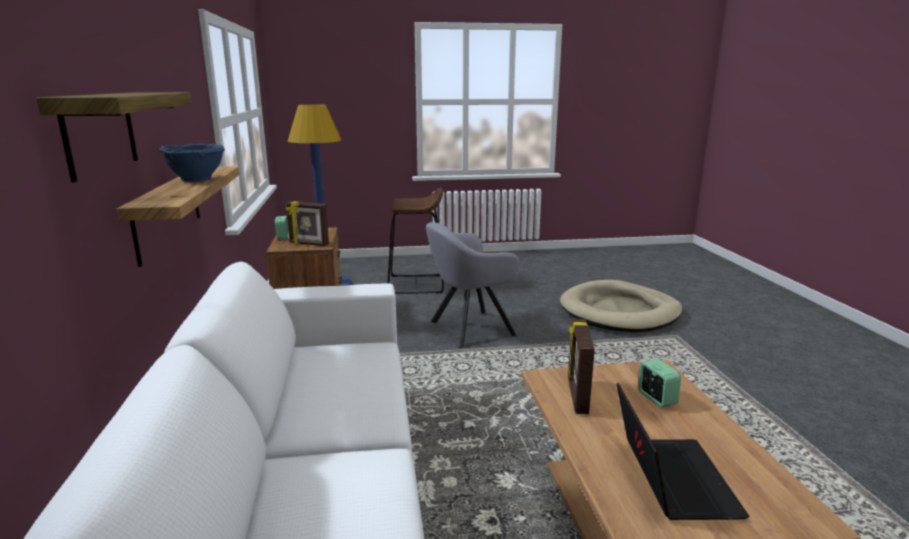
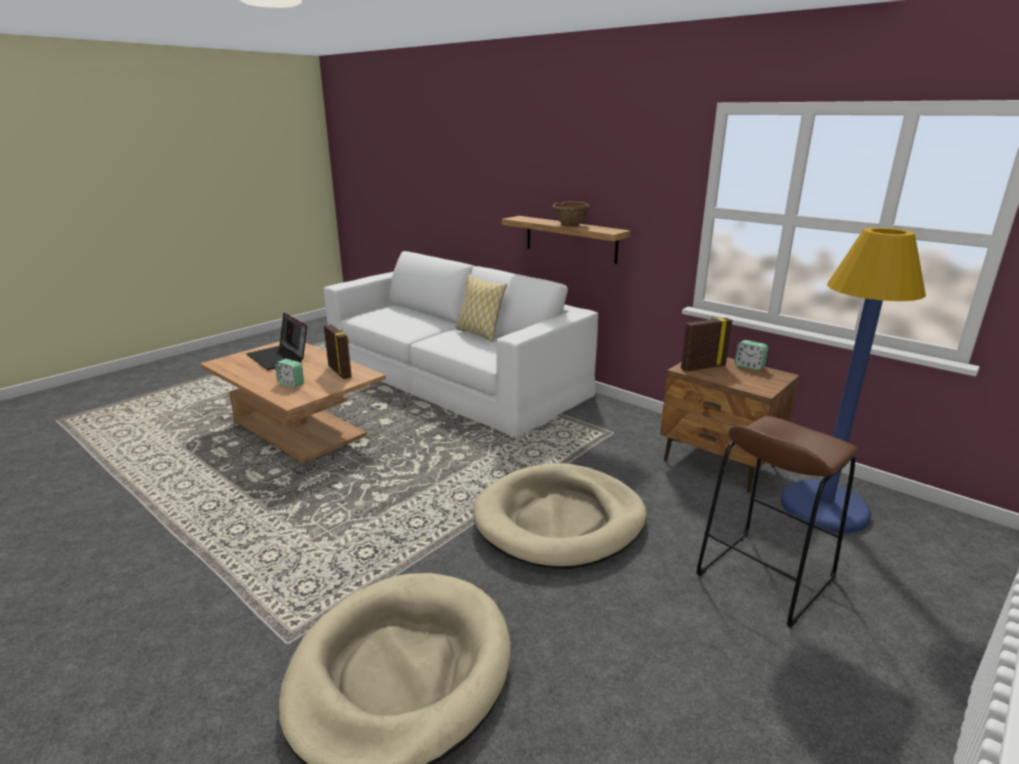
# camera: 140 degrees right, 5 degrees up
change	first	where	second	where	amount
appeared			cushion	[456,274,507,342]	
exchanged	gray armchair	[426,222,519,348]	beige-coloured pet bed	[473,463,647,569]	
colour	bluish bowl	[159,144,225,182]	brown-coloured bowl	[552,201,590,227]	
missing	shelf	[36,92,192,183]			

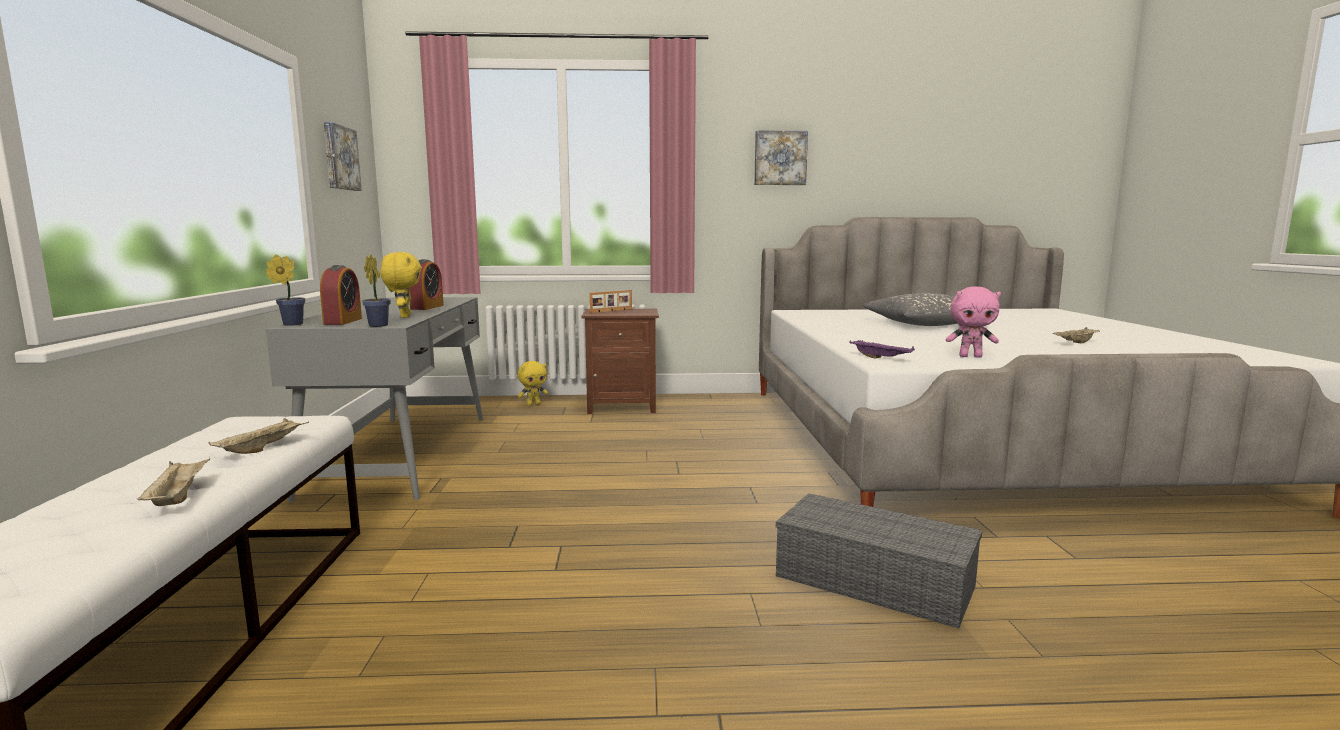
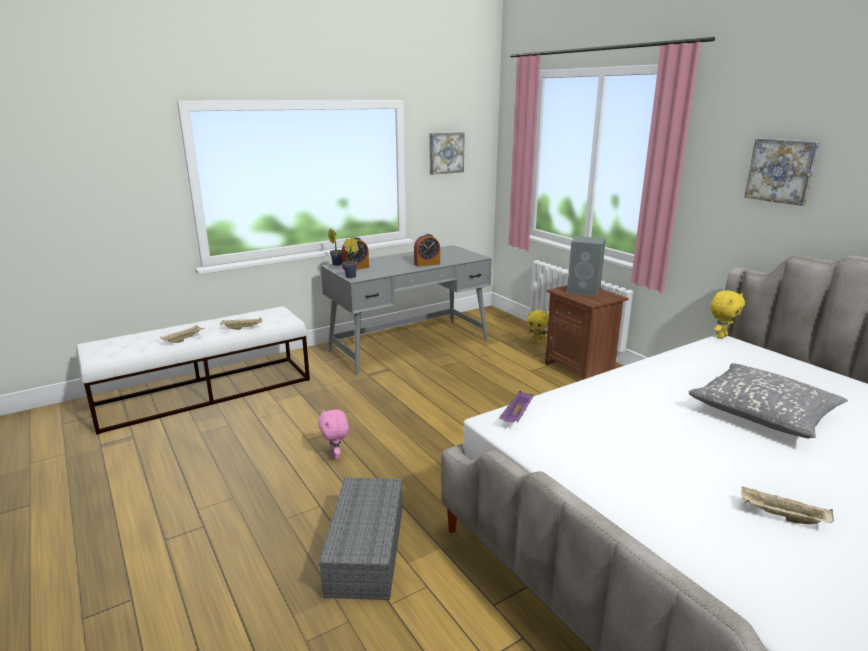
# camera: 60 degrees right, 10 degrees up
change	first	where	second	where	amount
relocated	pink-coloured plush toy	[946,287,1001,358]		[318,409,349,459]	
exchanged	photo frame	[589,290,632,313]	gray speaker	[567,236,606,296]	
relocated	yellow plush toy	[380,252,422,318]		[710,290,745,339]	

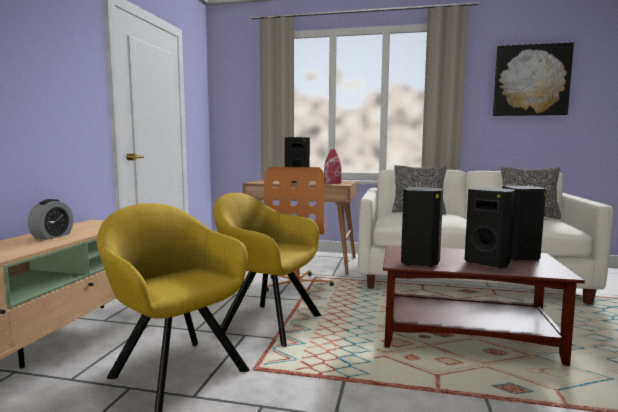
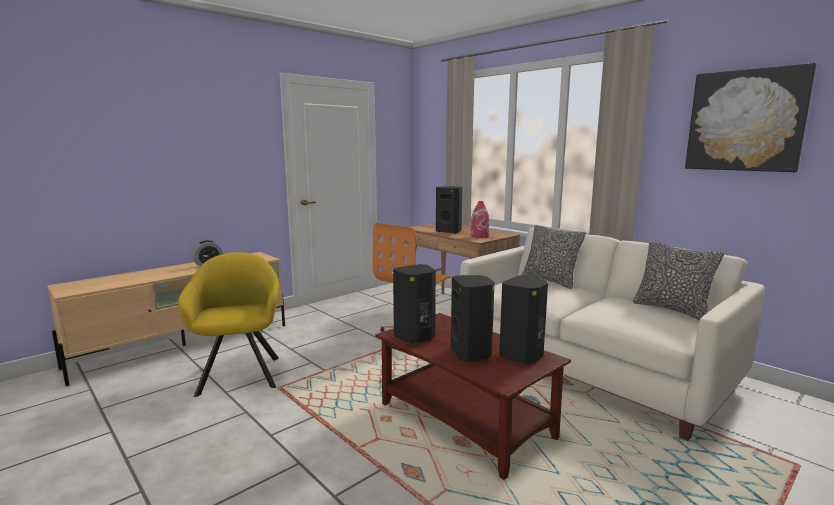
# camera: 35 degrees right, 5 degrees up
change	first	where	second	where	amount
missing	yellow armchair	[213,193,321,347]			

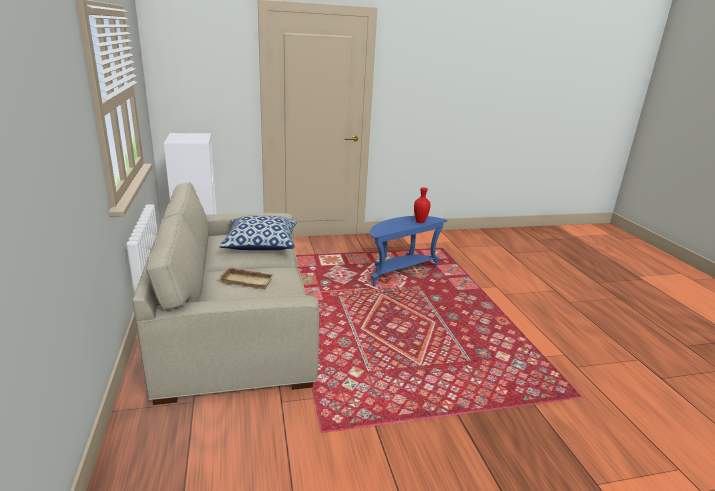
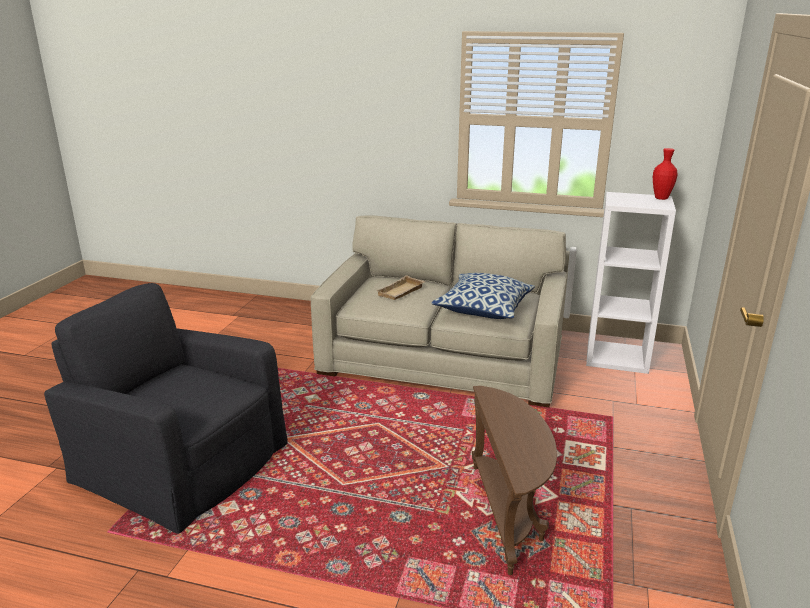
# camera: 120 degrees right, 0 degrees up
change	first	where	second	where	amount
appeared			black-coloured armchair	[44,283,288,534]	
colour	bluish accent table	[370,216,448,286]	brown-coloured accent table	[472,386,557,575]	
relocated	red decorative vase	[414,188,431,223]		[653,148,678,200]	

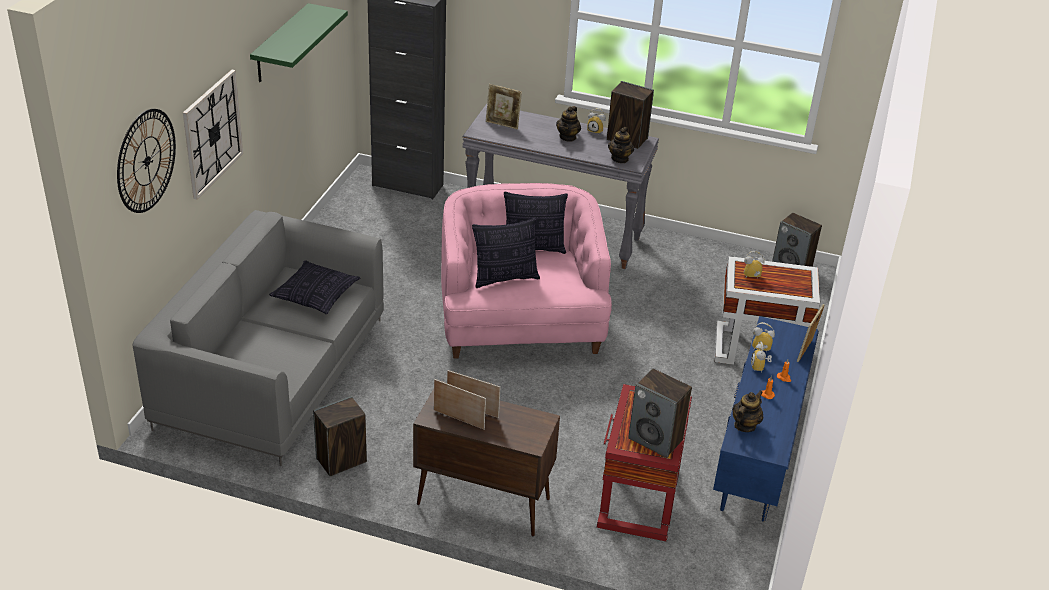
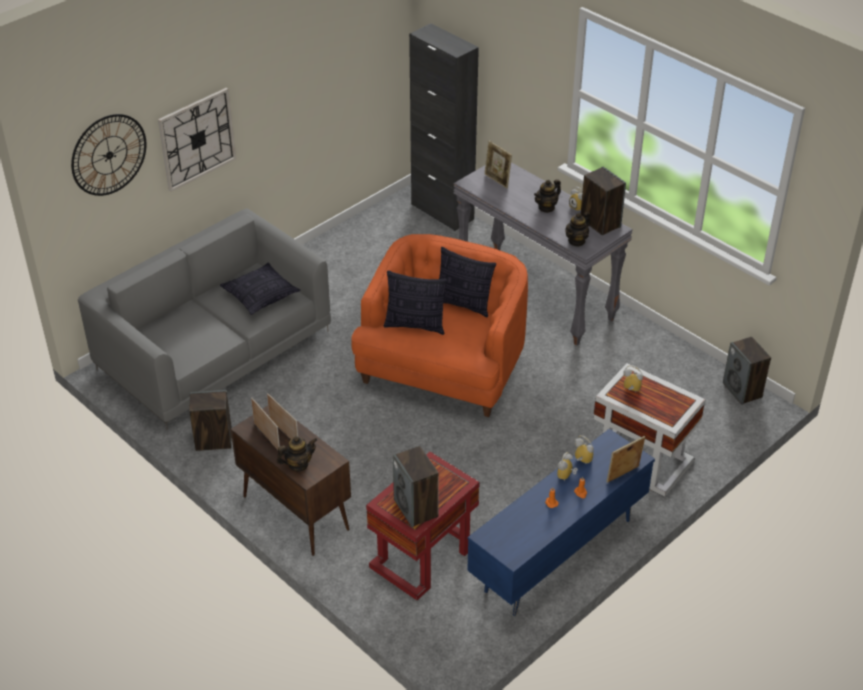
# camera: 30 degrees right, 5 degrees up
change	first	where	second	where	amount
relocated	tea pot	[733,391,763,432]		[277,436,317,471]	
colour	pink-coloured armchair	[441,183,612,358]	orange-coloured armchair	[351,234,528,417]	
missing	green-coloured shelf	[250,3,348,82]			

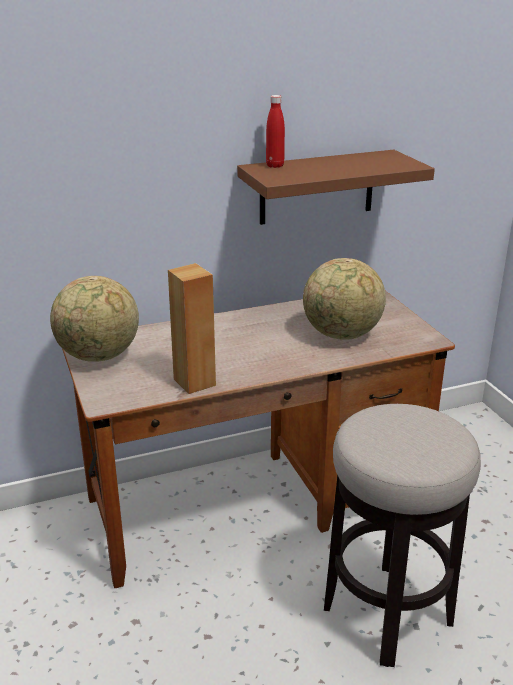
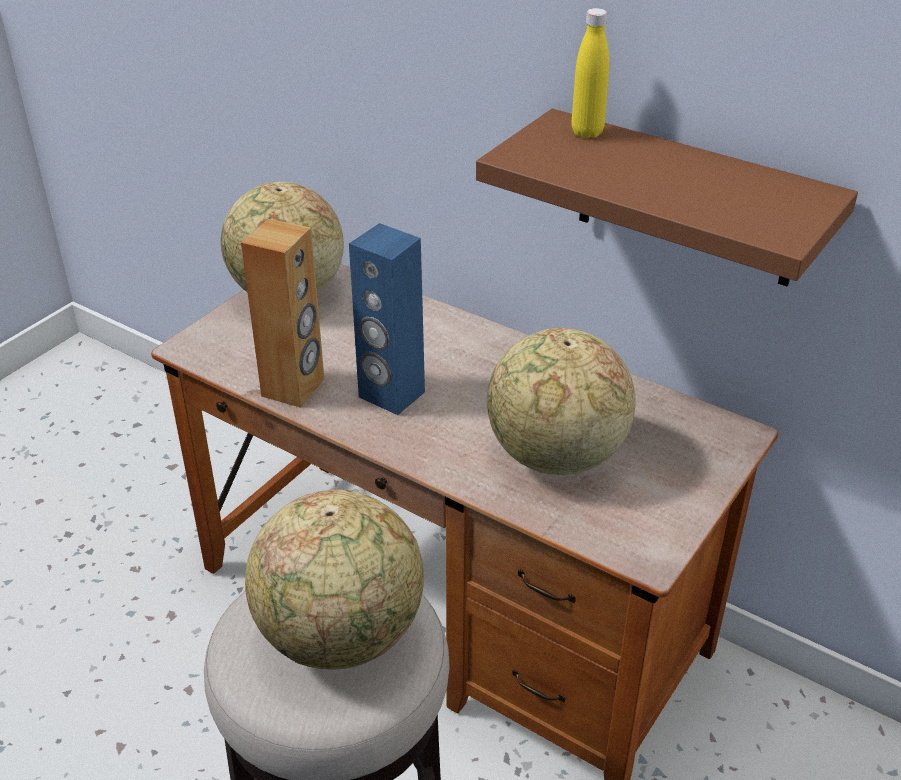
# camera: 55 degrees right, 10 degrees up
change	first	where	second	where	amount
appeared			globe	[245,489,424,670]	
appeared			bluish speaker	[349,223,425,415]	
colour	red bottle	[266,95,285,168]	yellow bottle	[572,8,609,138]	

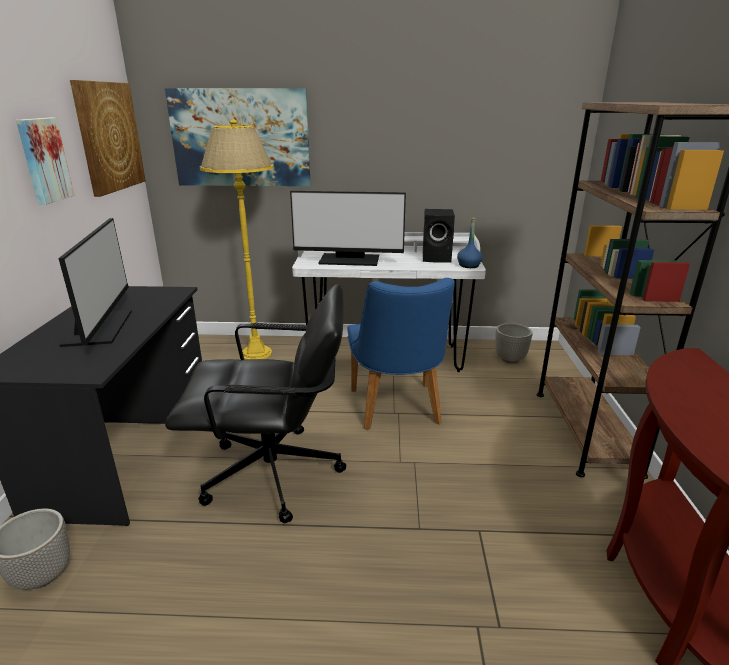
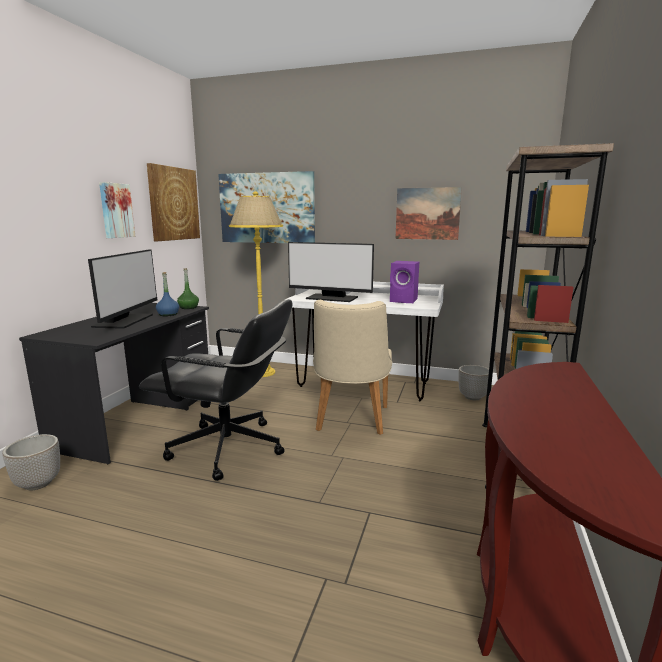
# camera: 15 degrees right, 10 degrees down
change	first	where	second	where	amount
relocated	bluish bottle	[457,218,483,268]		[156,272,179,316]	
appeared			green-coloured bottle	[177,268,199,309]	
colour	bluish plain chair	[347,278,455,430]	beige-coloured plain chair	[313,300,392,435]	
colour	black-coloured speaker	[423,209,455,263]	purple speaker	[390,261,419,303]	
appeared			wall art	[395,187,462,240]	

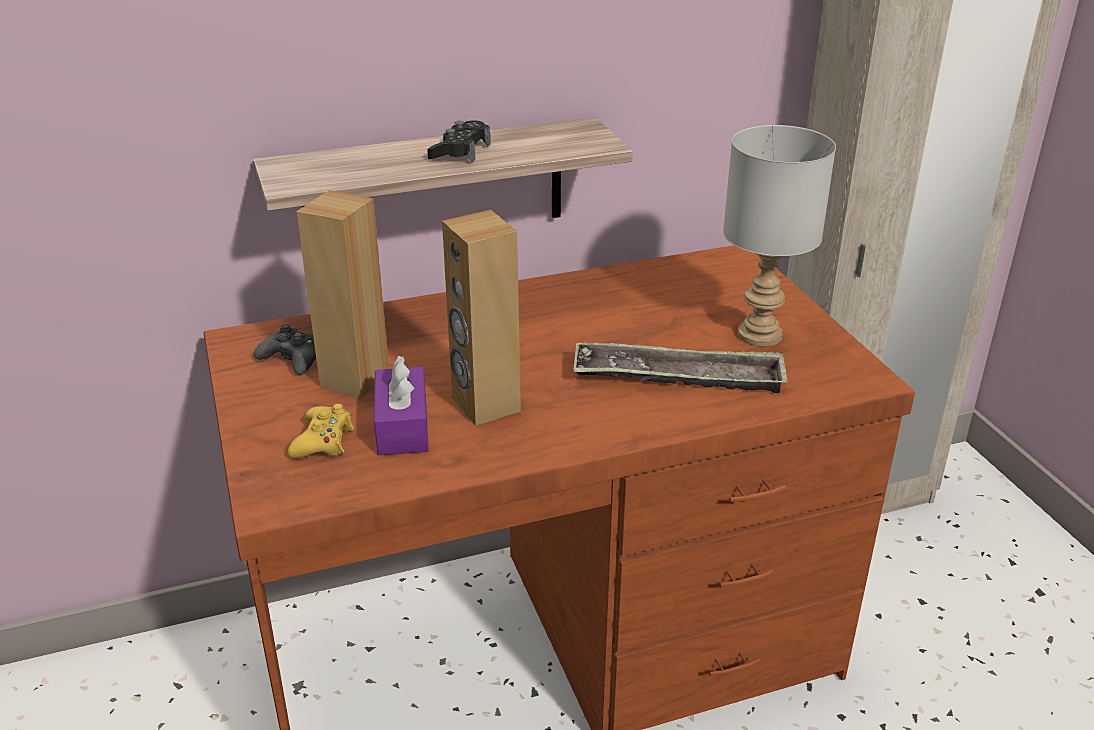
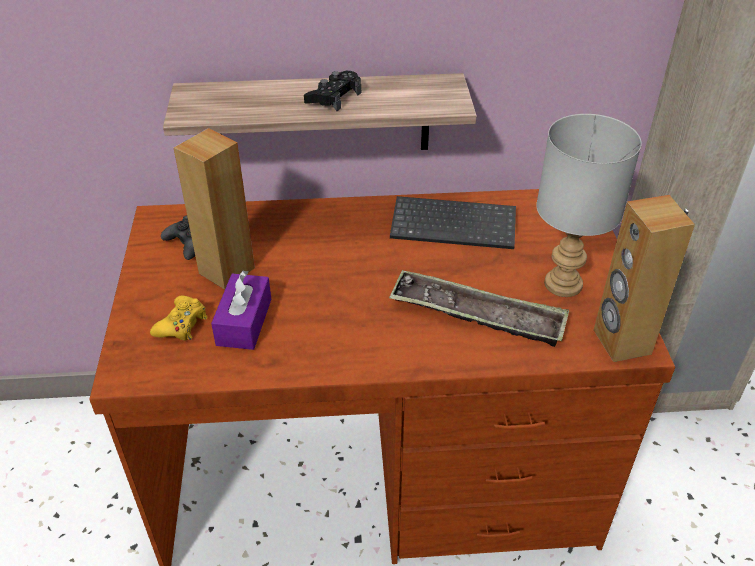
# camera: 15 degrees right, 10 degrees up
change	first	where	second	where	amount
appeared			computer keyboard	[390,196,516,249]	
relocated	brown-coloured speaker	[442,210,521,426]		[594,195,695,362]	

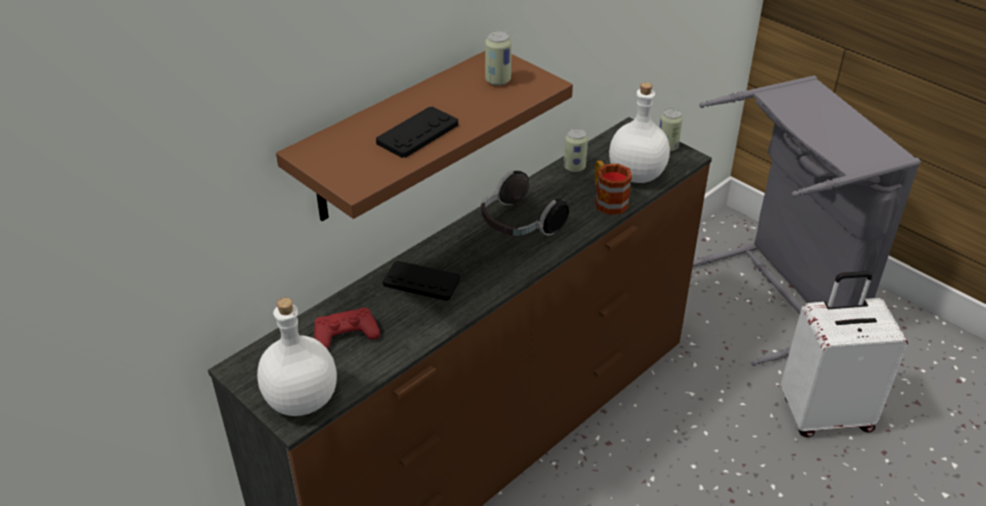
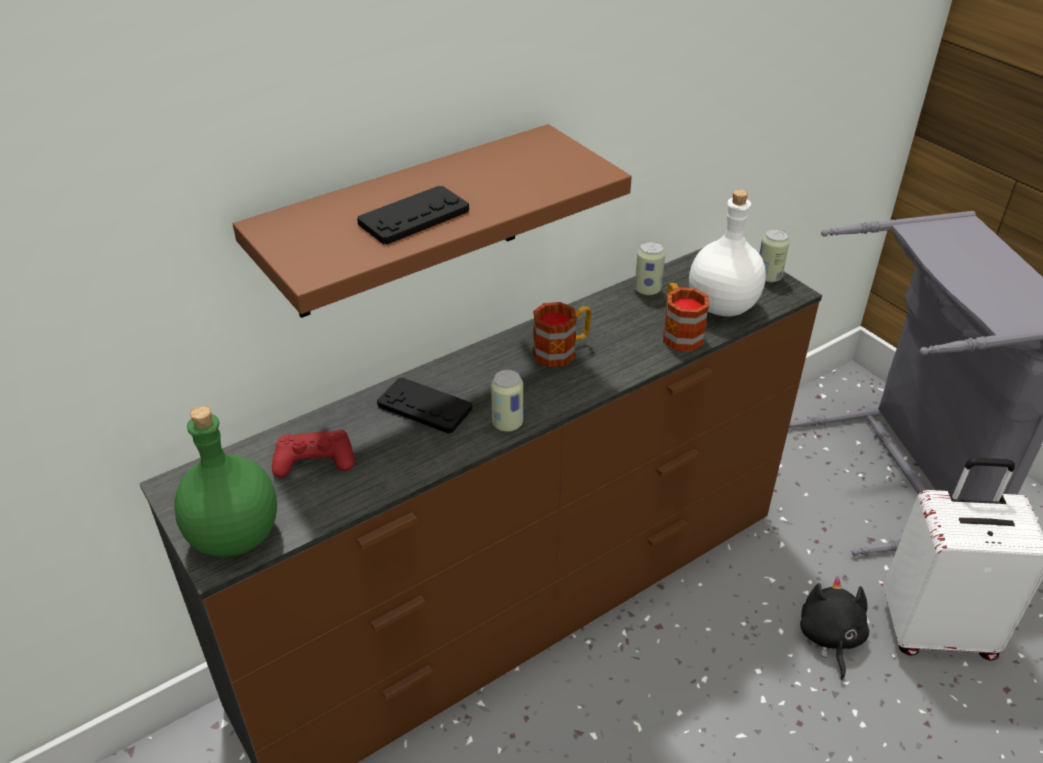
# camera: 10 degrees right, 0 degrees up
change	first	where	second	where	amount
colour	whitish bottle	[257,298,337,416]	green-coloured bottle	[174,406,277,557]	
relocated	metal can	[485,31,512,86]		[491,370,523,432]	
exchanged	headset	[481,171,569,236]	mug	[533,302,591,367]	
appeared			black-coloured plush toy	[800,576,869,681]	

